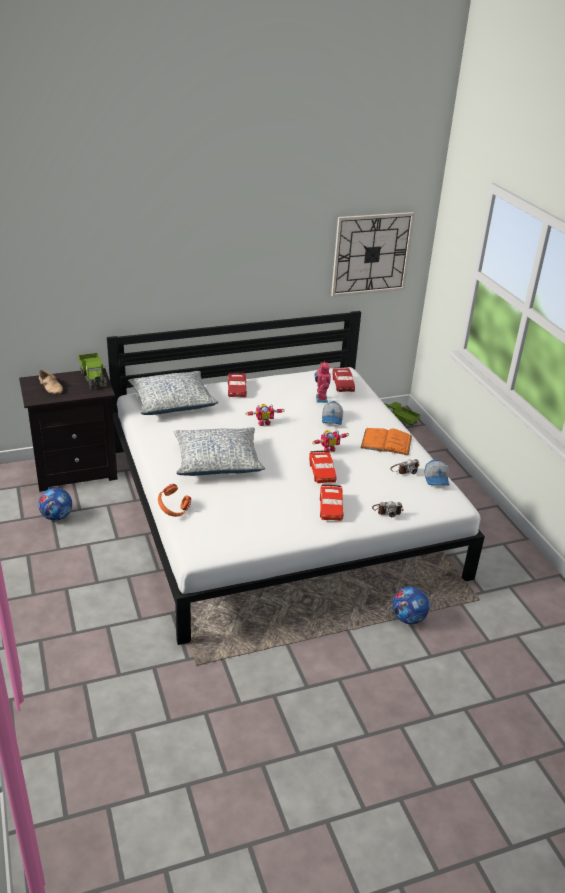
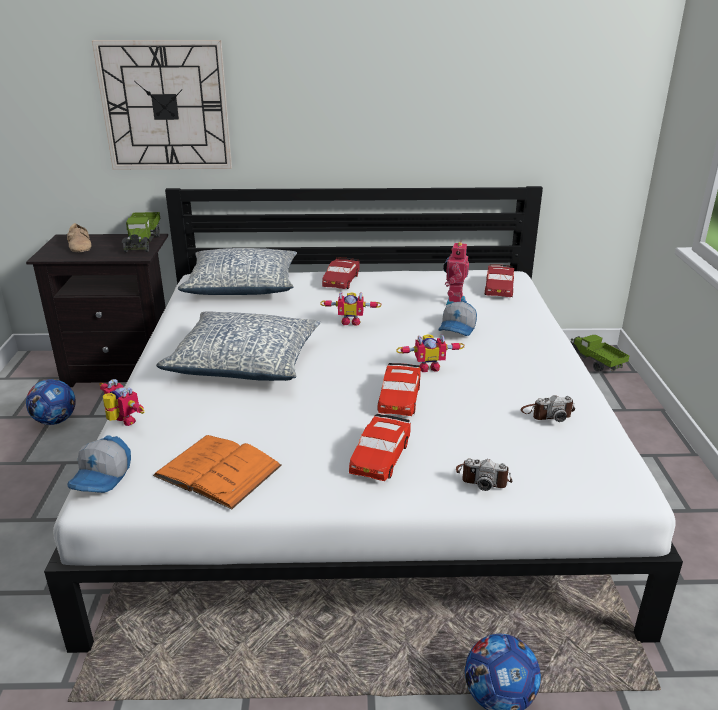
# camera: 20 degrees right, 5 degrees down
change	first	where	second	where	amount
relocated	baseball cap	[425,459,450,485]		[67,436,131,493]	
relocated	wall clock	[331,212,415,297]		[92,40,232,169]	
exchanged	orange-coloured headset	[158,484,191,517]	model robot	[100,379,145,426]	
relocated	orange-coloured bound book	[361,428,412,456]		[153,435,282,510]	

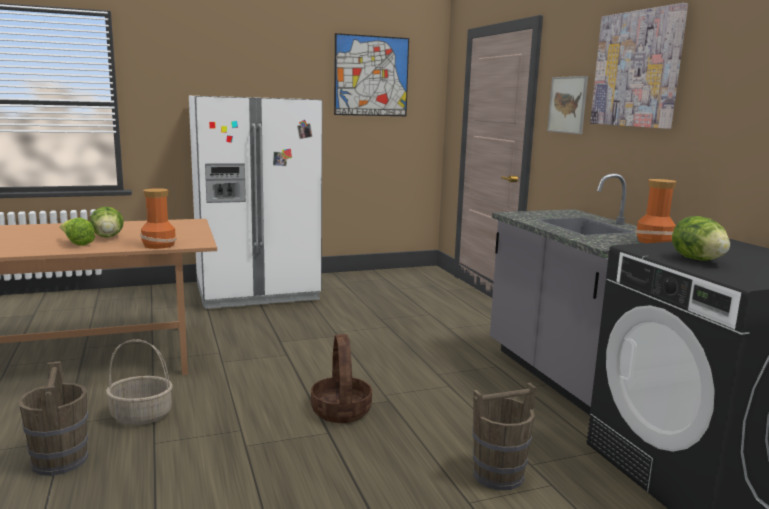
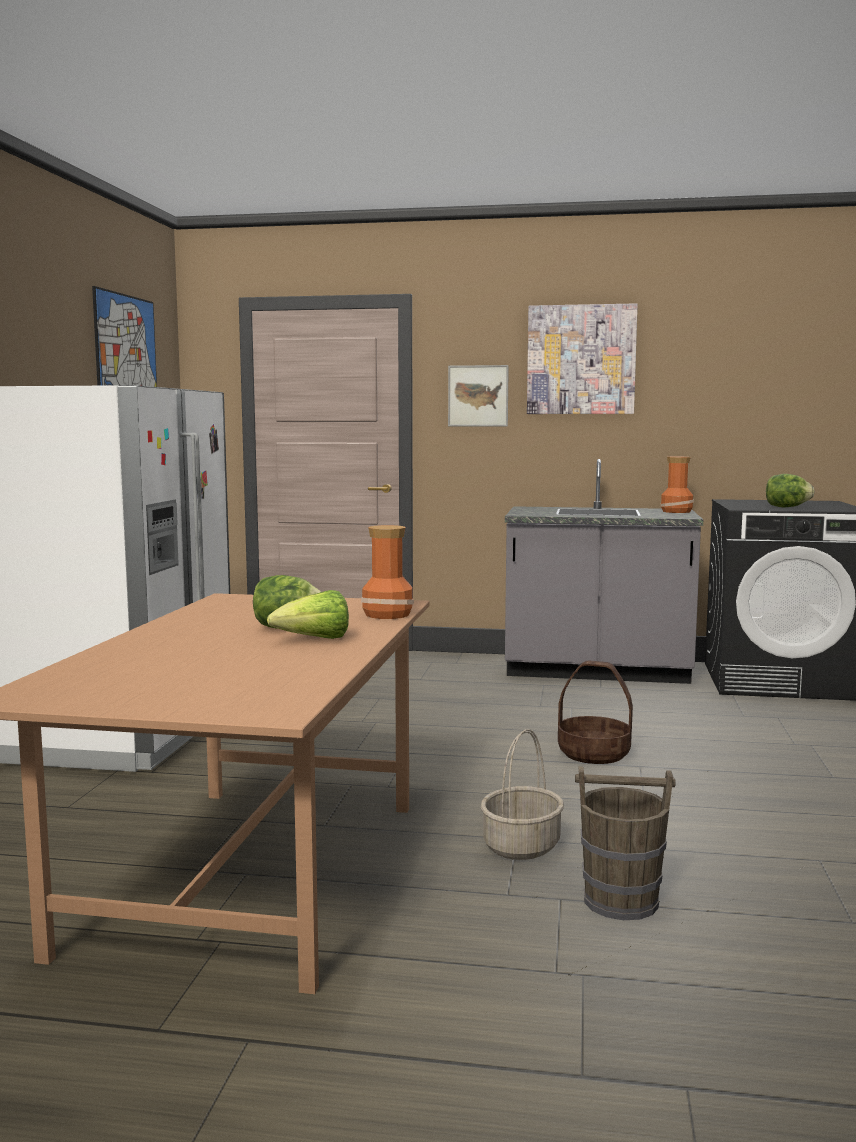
# camera: 60 degrees left, 5 degrees down
change	first	where	second	where	amount
missing	brown-coloured pail	[472,383,536,490]			

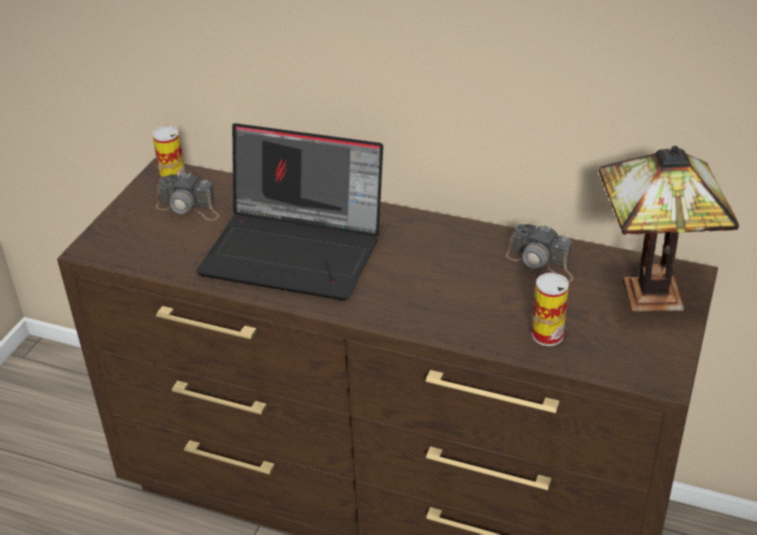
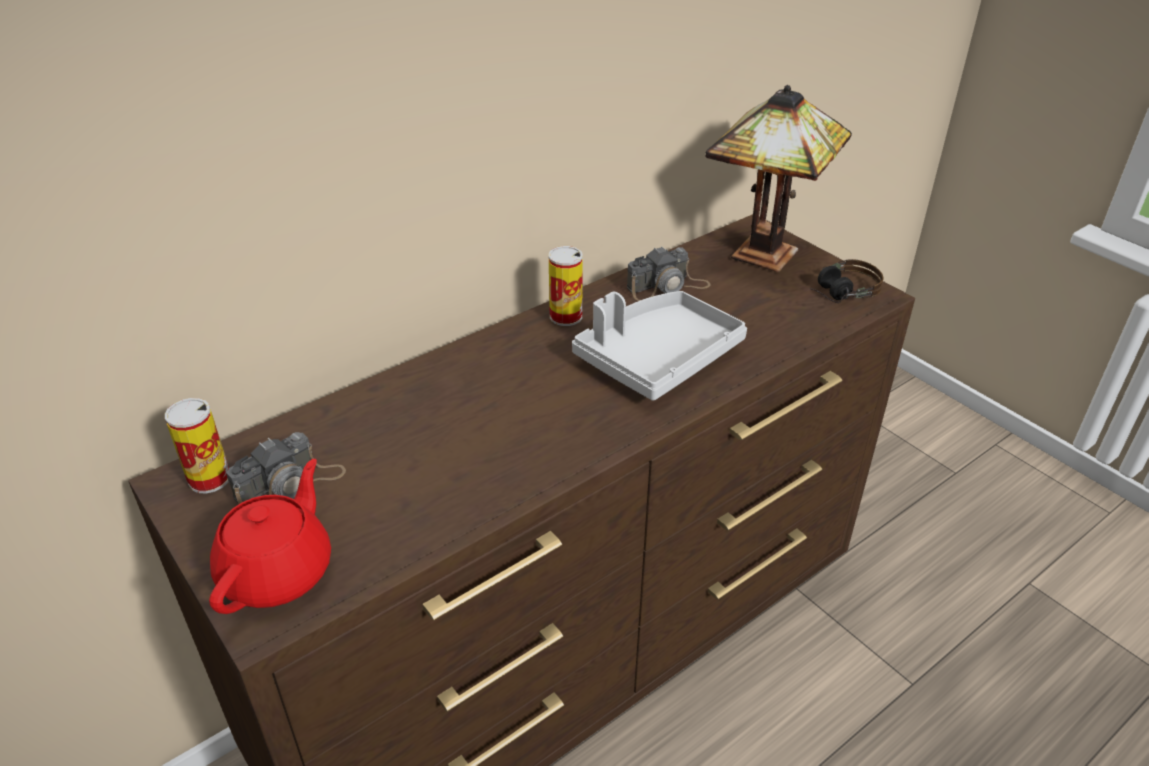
# camera: 60 degrees left, 0 degrees up
change	first	where	second	where	amount
appeared			red tea pot	[209,459,331,614]	
relocated	metal can	[532,273,569,346]		[549,246,583,326]	
appeared			gray tray	[572,291,747,401]	
appeared			headset	[810,259,883,303]	
missing	portable computer	[196,123,383,301]			

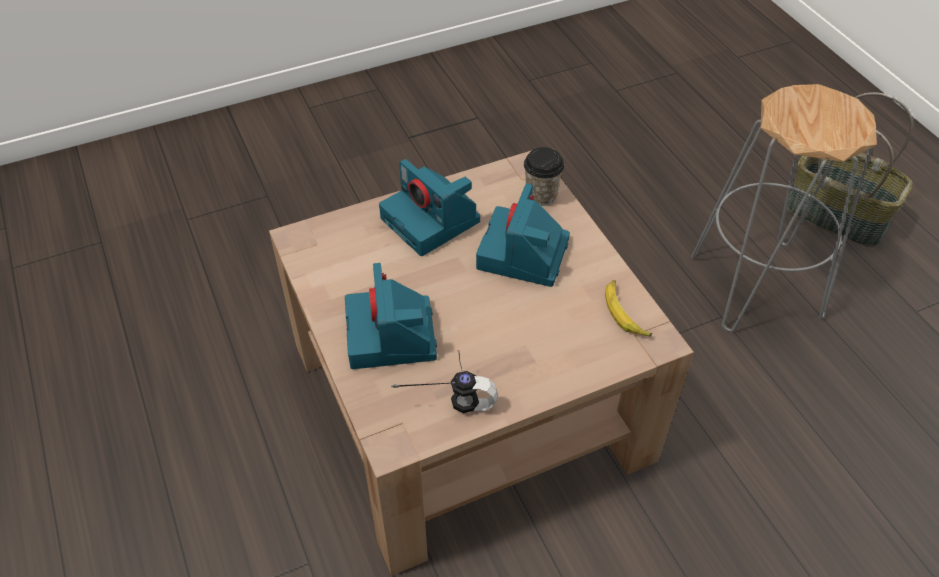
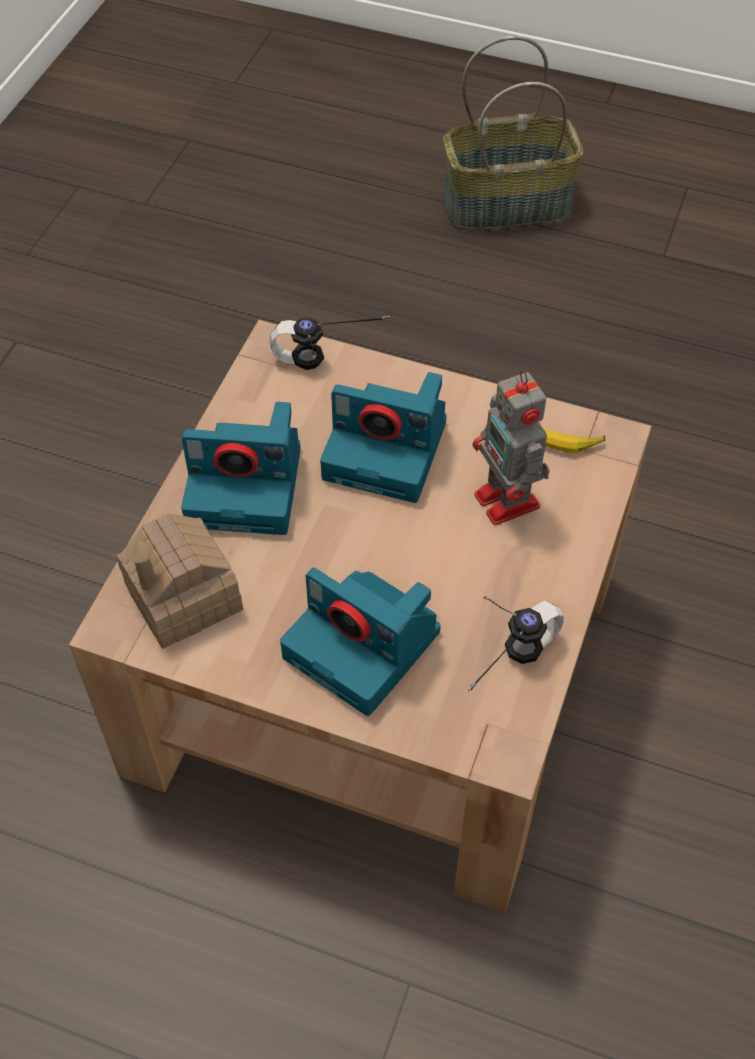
# camera: 45 degrees left, 5 degrees up
change	first	where	second	where	amount
appeared			toy house	[116,514,243,649]	
exchanged	small cup	[524,147,564,206]	headset	[269,316,390,370]	
spun	still camera	[476,183,570,287]		[320,372,446,503]	45 degrees counterclockwise
appeared			model robot	[472,370,550,525]	
missing	gray stool	[691,84,877,332]			

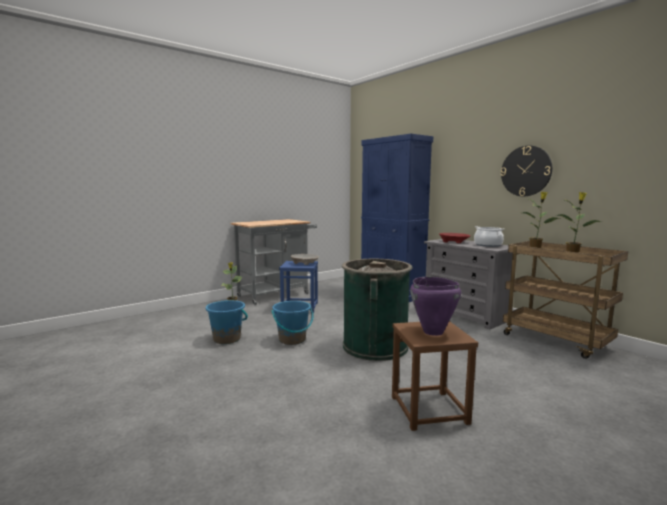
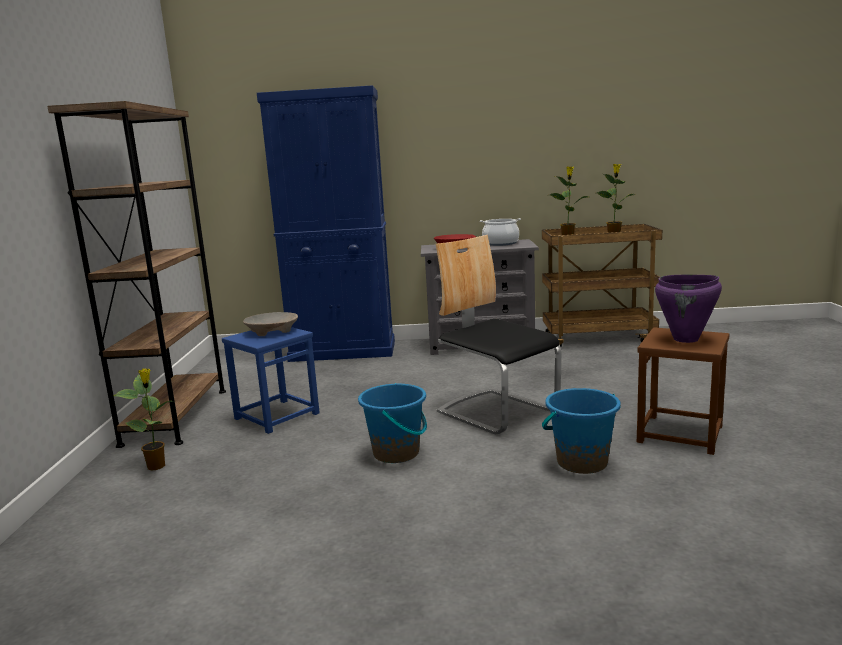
# camera: 50 degrees left, 5 degrees up
change	first	where	second	where	amount
exchanged	gray trolley	[230,219,317,305]	brown-coloured bookshelf	[48,101,226,448]	
exchanged	green-coloured trash can	[342,259,412,361]	plain chair	[436,235,561,434]	
relocated	bluish pail	[205,300,248,344]		[542,388,621,474]	
missing	wall clock	[501,146,552,196]			

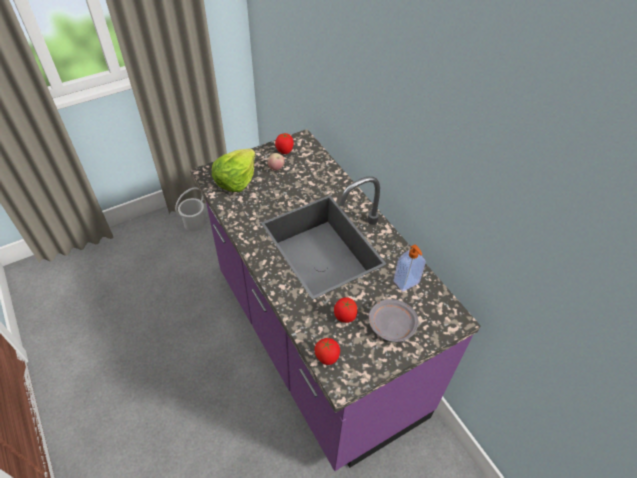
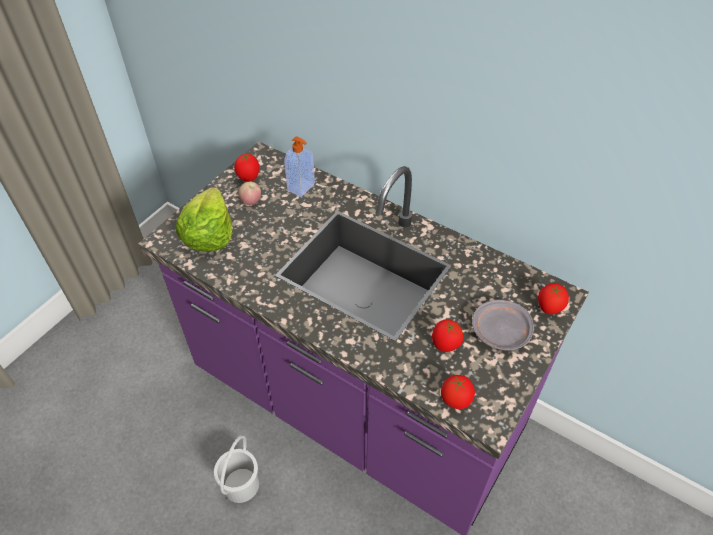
# camera: 25 degrees left, 0 degrees up
change	first	where	second	where	amount
relocated	whitish pail	[175,187,206,231]		[214,435,259,503]	
relocated	soap dispenser	[393,244,426,292]		[284,136,315,197]	
appeared			whole tomato	[538,283,569,314]	

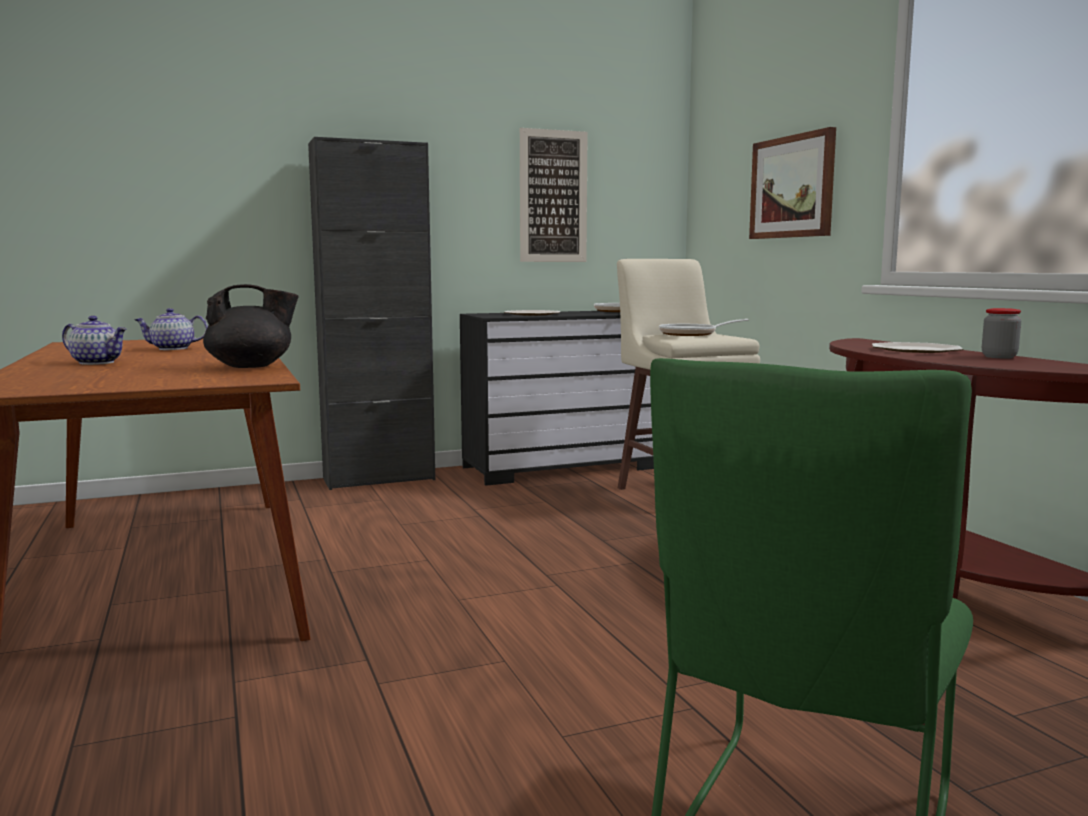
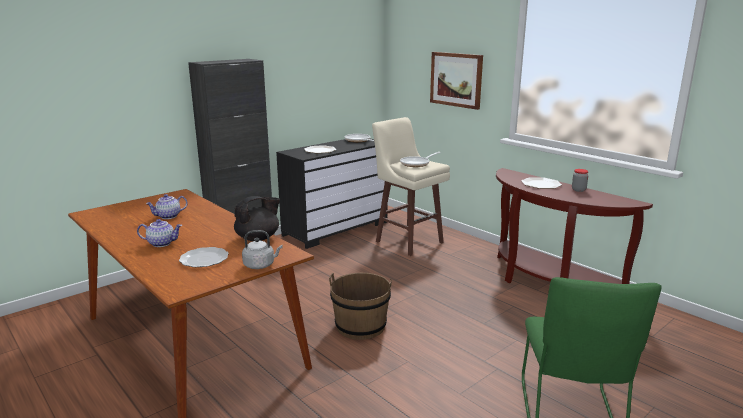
# camera: 20 degrees left, 10 degrees up
change	first	where	second	where	amount
appeared			flat dish	[179,247,229,267]	
appeared			gray tea kettle	[242,230,283,269]	
appeared			brown-coloured pail	[329,273,392,340]	
missing	wall art	[520,128,588,262]			

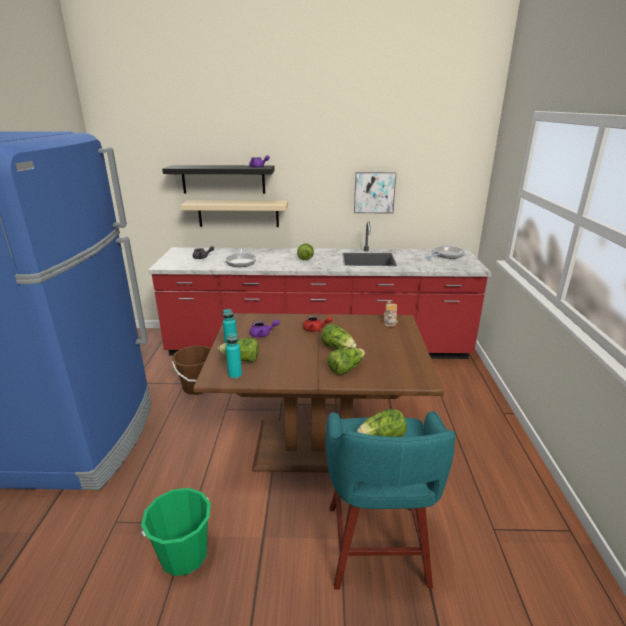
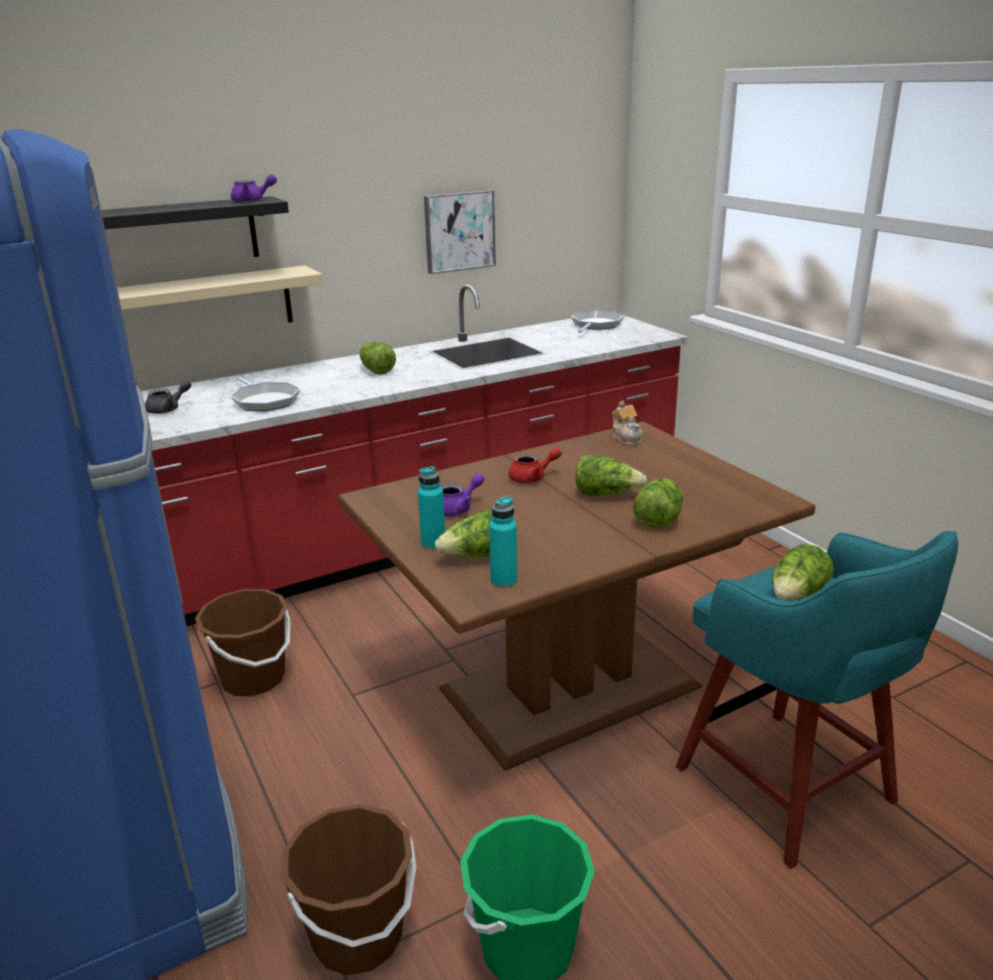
# camera: 30 degrees left, 0 degrees up
change	first	where	second	where	amount
appeared			brown-coloured pail	[281,804,416,975]	

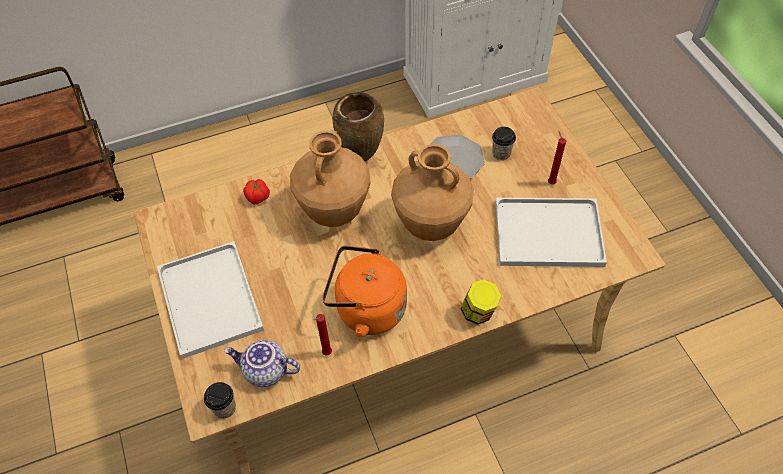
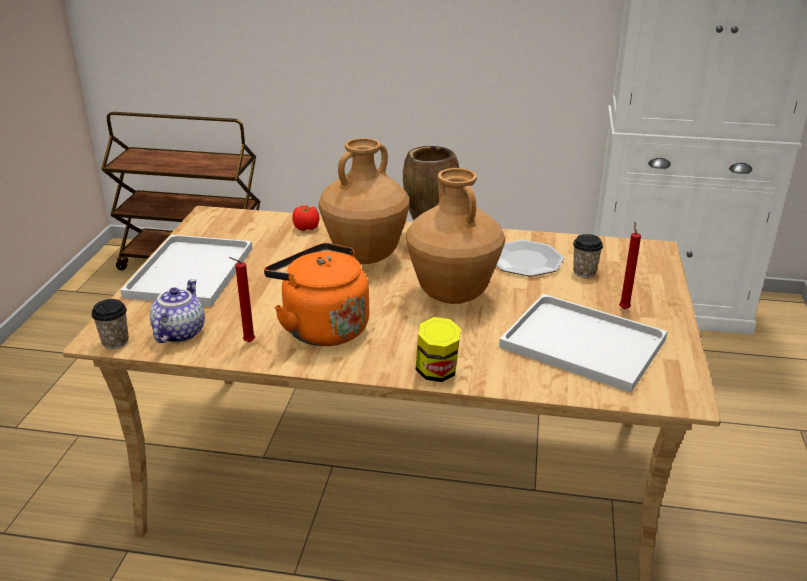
# camera: 30 degrees right, 25 degrees down
change	first	where	second	where	amount
spun	tea pot	[224,340,300,387]		[150,279,205,343]	60 degrees clockwise

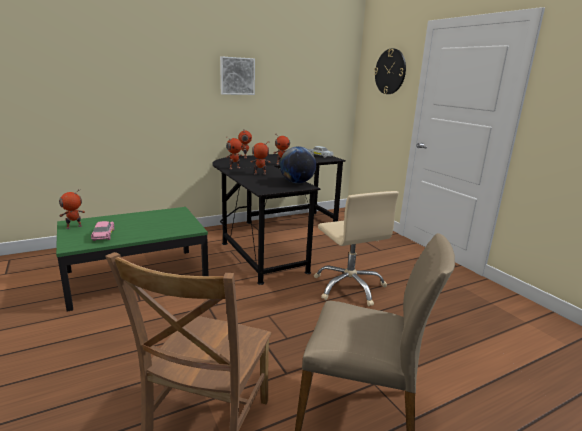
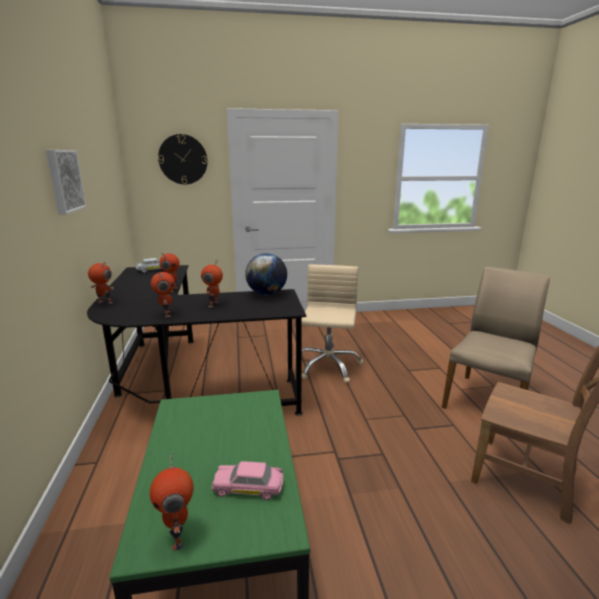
# camera: 70 degrees left, 0 degrees up
change	first	where	second	where	amount
spun	beige-coloured desk chair	[314,191,399,306]		[295,265,364,383]	75 degrees counterclockwise

